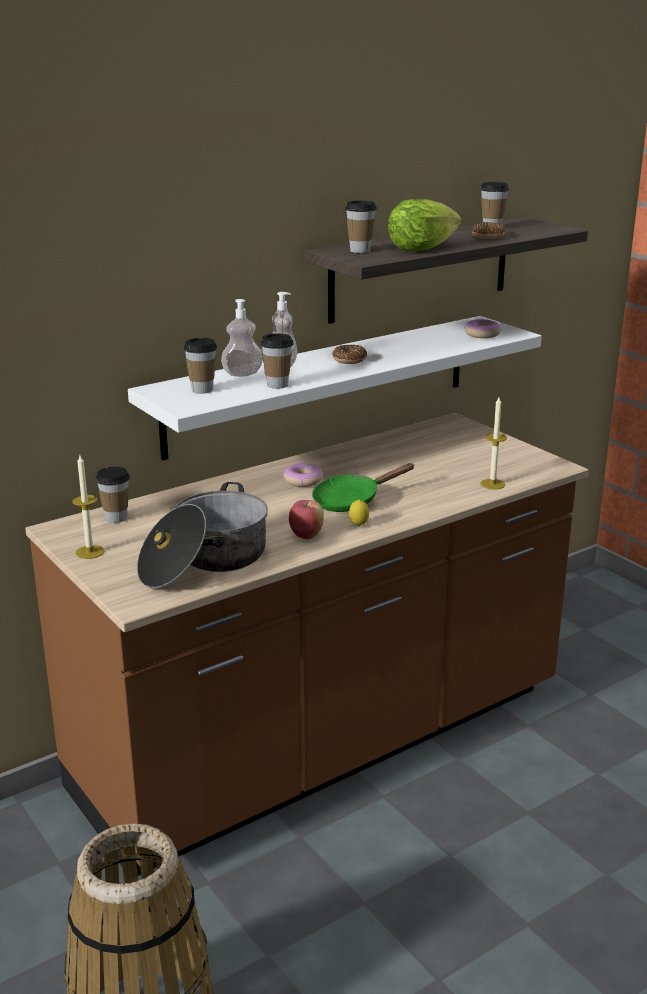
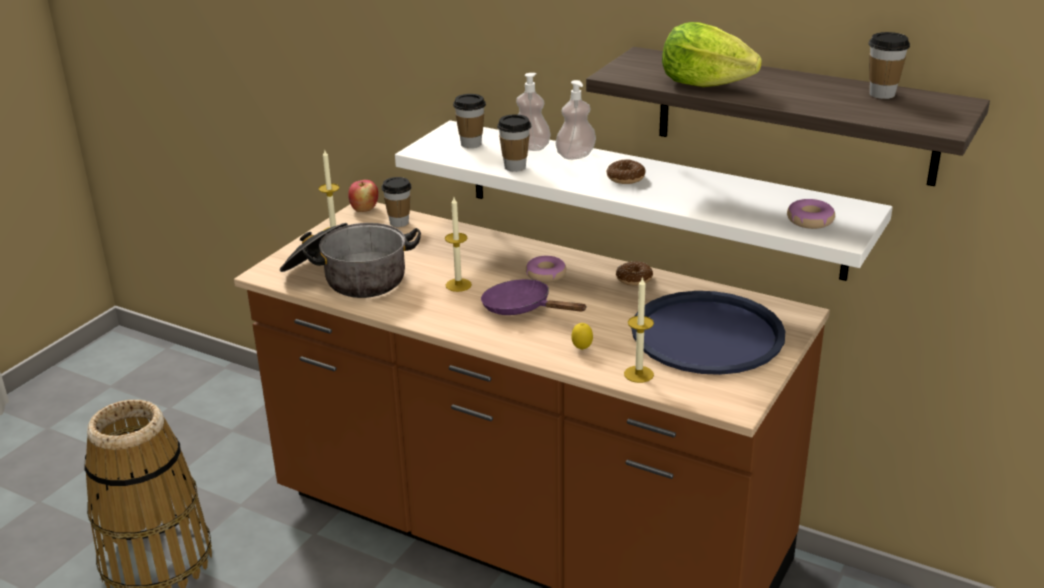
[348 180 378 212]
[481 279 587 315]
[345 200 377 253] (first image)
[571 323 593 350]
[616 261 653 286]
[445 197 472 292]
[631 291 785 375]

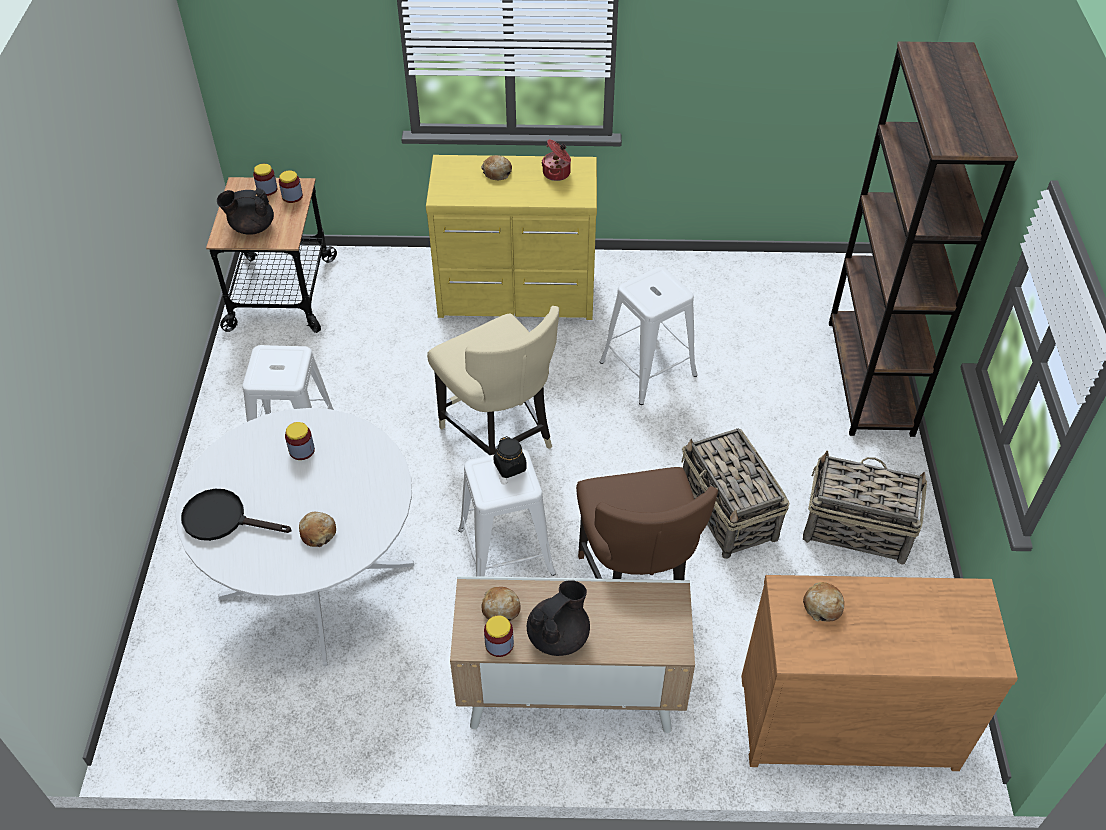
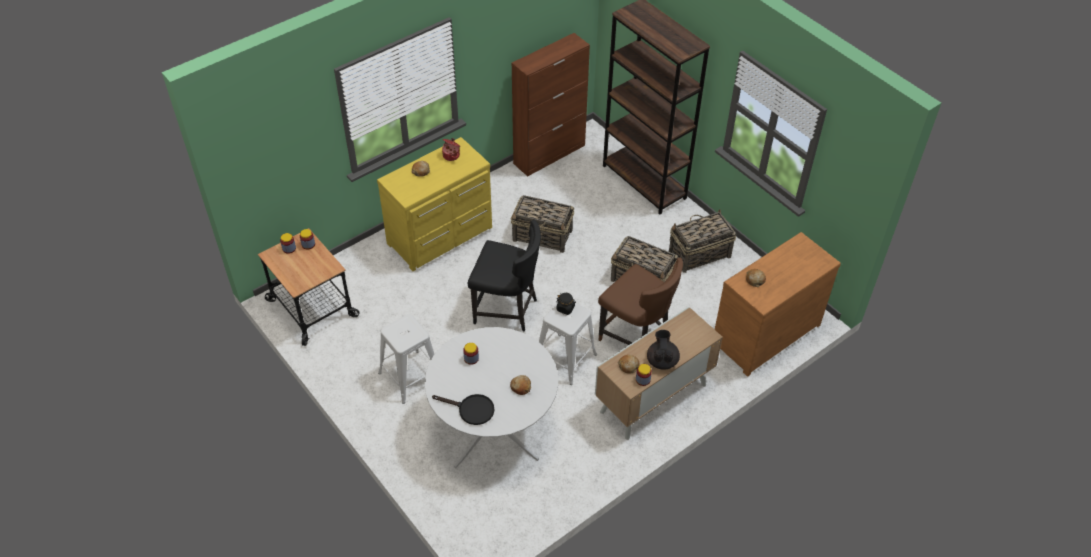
[432 394 494 425]
[217 188 274 235] (first image)
[468 220 541 331]
[511 195 575 253]
[512 33 590 177]

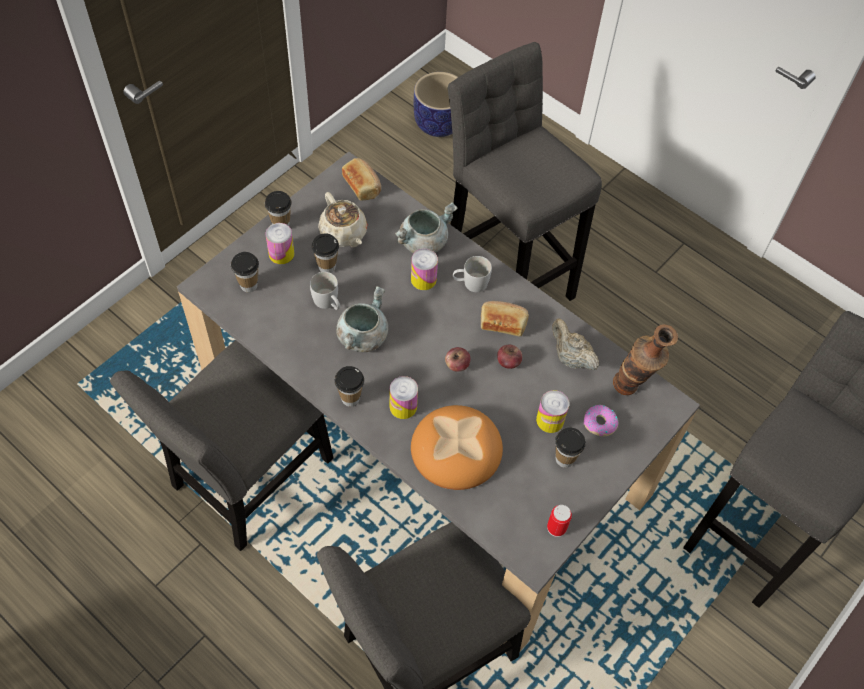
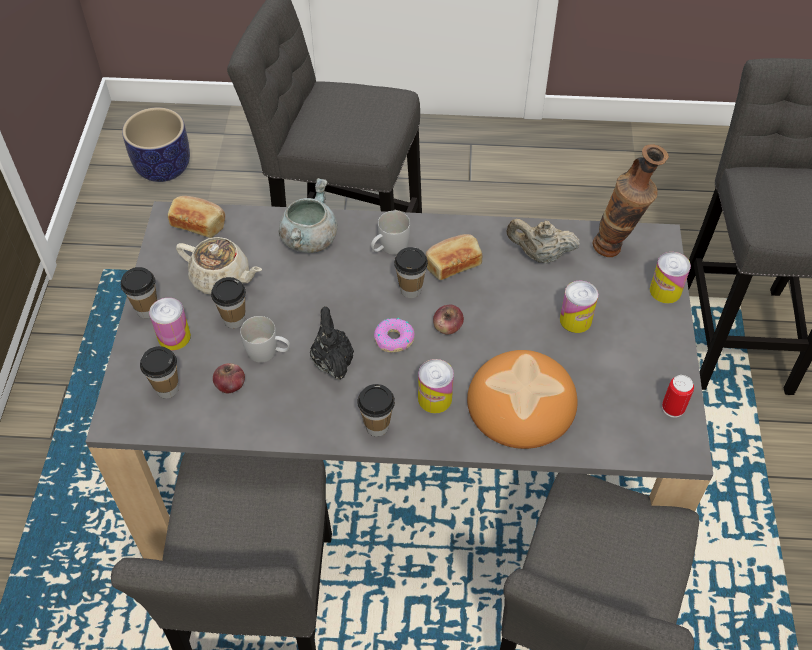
[310 306 354 380]
[650 252 691 304]
[213 363 245 393]
[394 247 428 298]
[374 318 414 352]

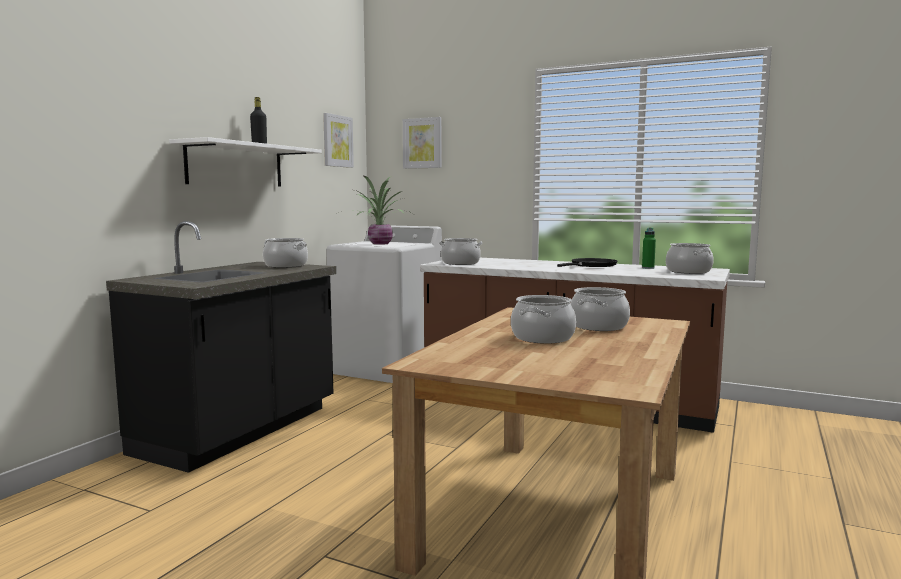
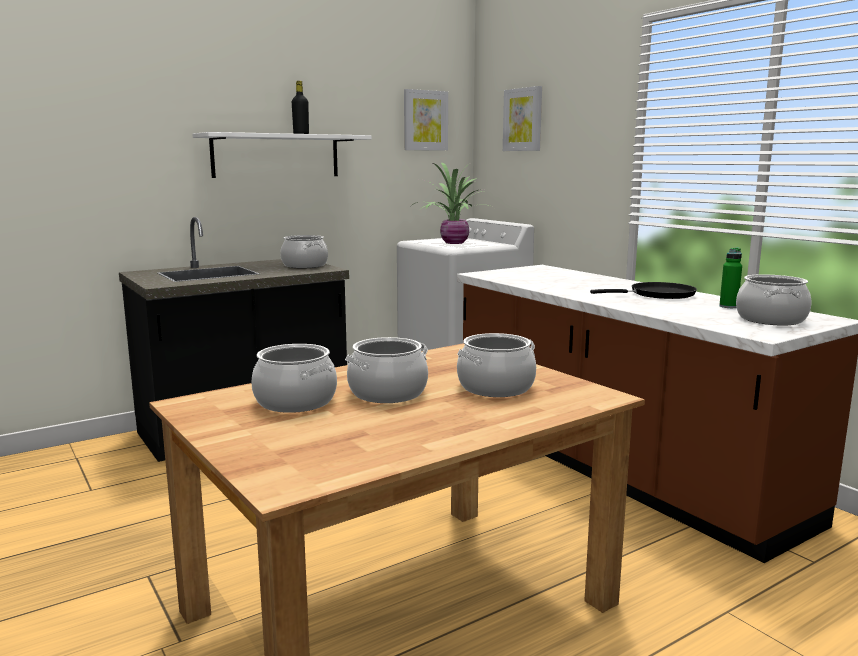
[251 344 337 413]

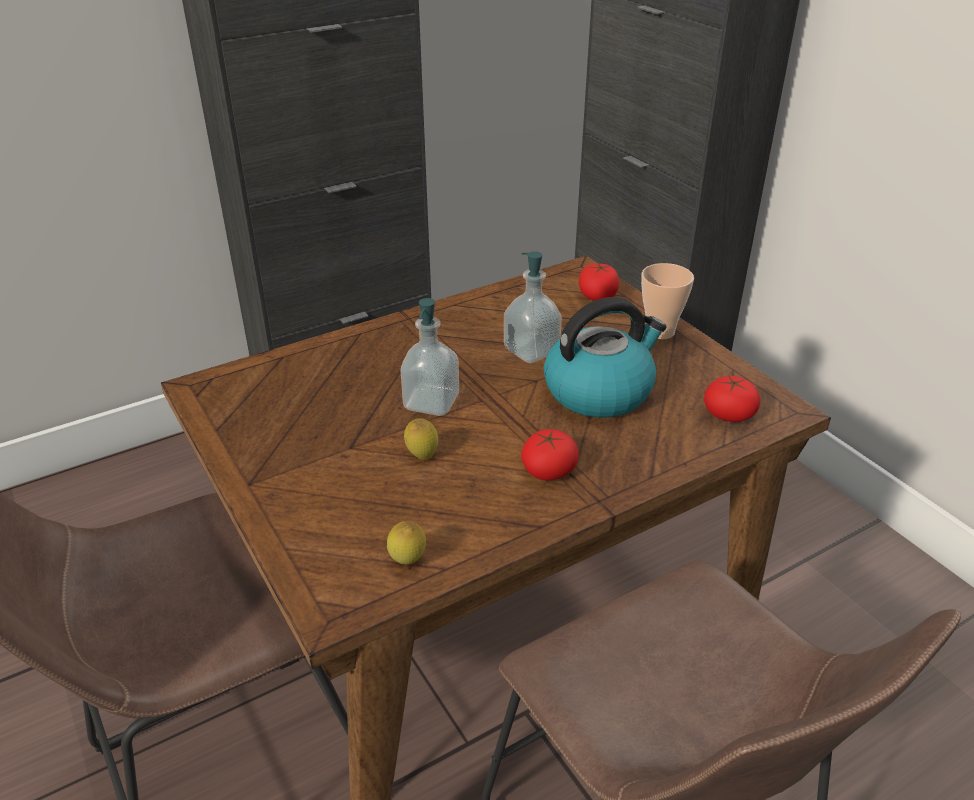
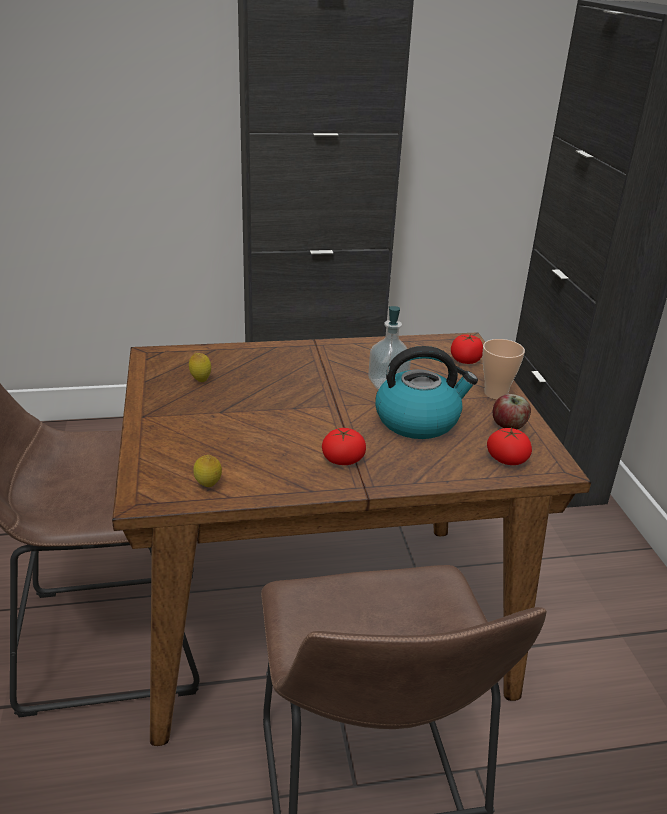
[401 298 459 416] (first image)
[189 353 211 382]
[493 394 531 429]

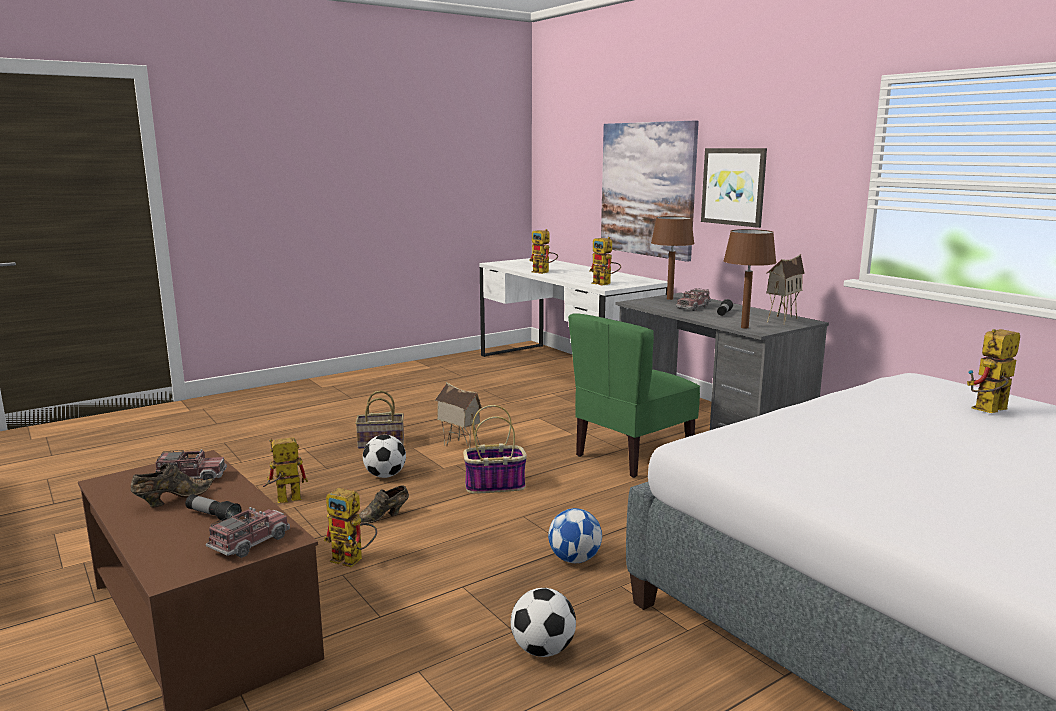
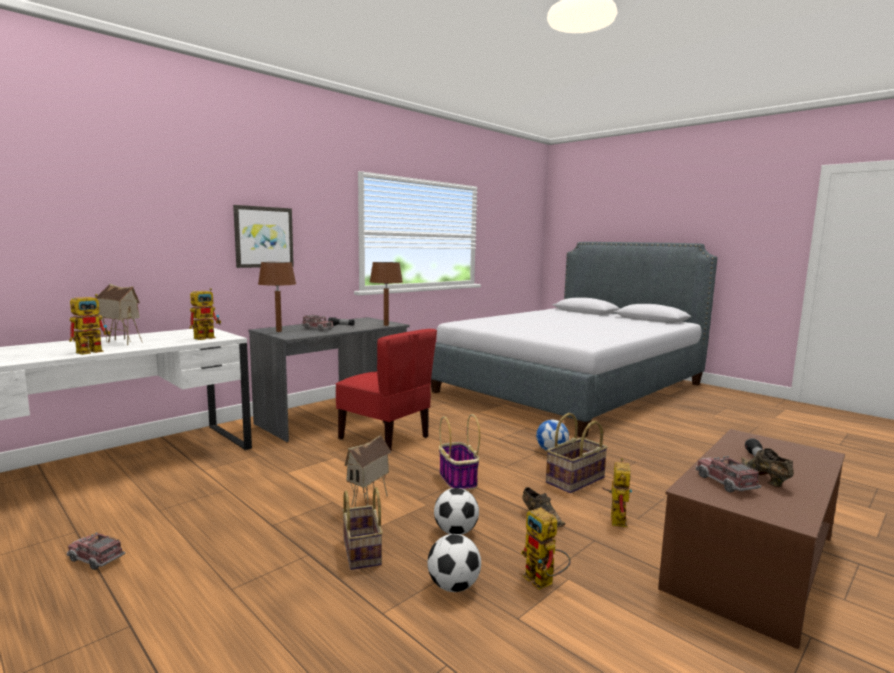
[741 448 794 487]
[67 532 125 570]
[427 534 481 592]
[336 329 437 451]
[601 121 699 262] (first image)
[97 284 143 345]
[967 329 1020 413] (first image)
[546 413 608 493]

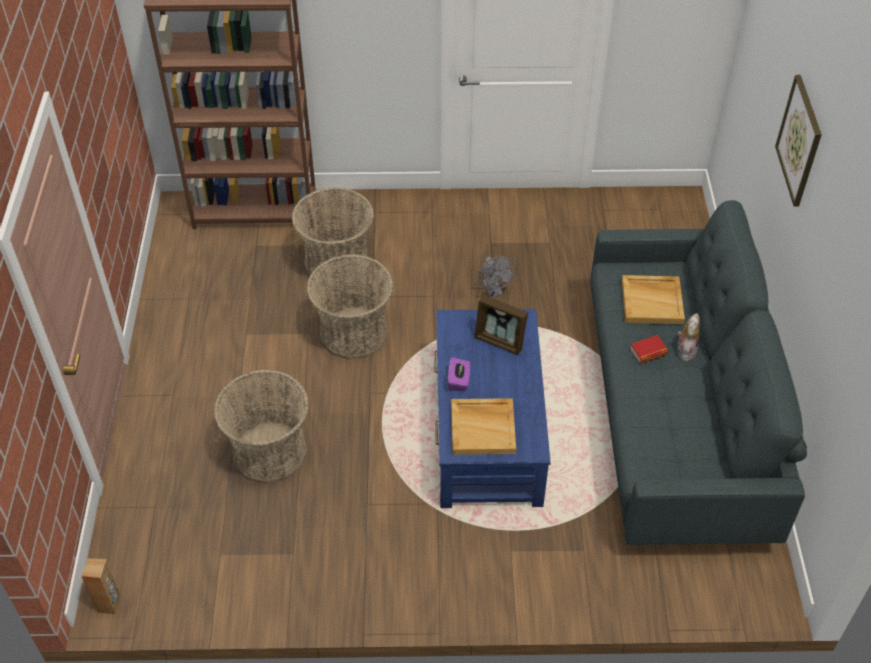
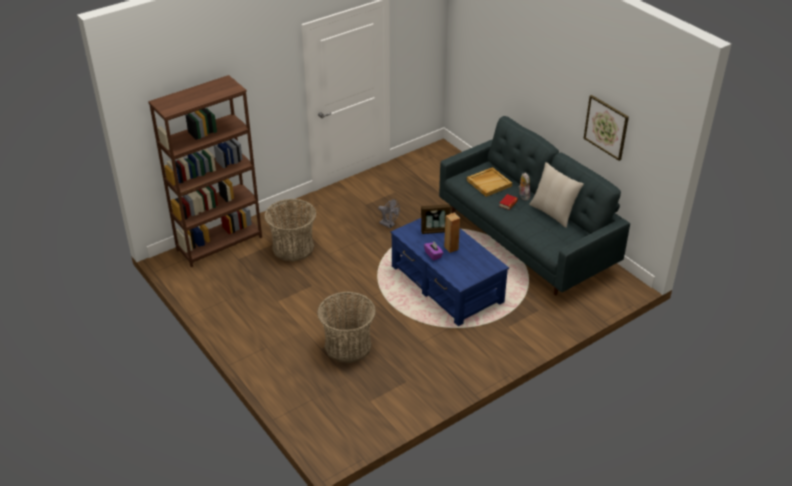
[444 213 460 253]
[306 254 393 360] (first image)
[451 398 516 455] (first image)
[583 95 629 161]
[529 162 584 228]

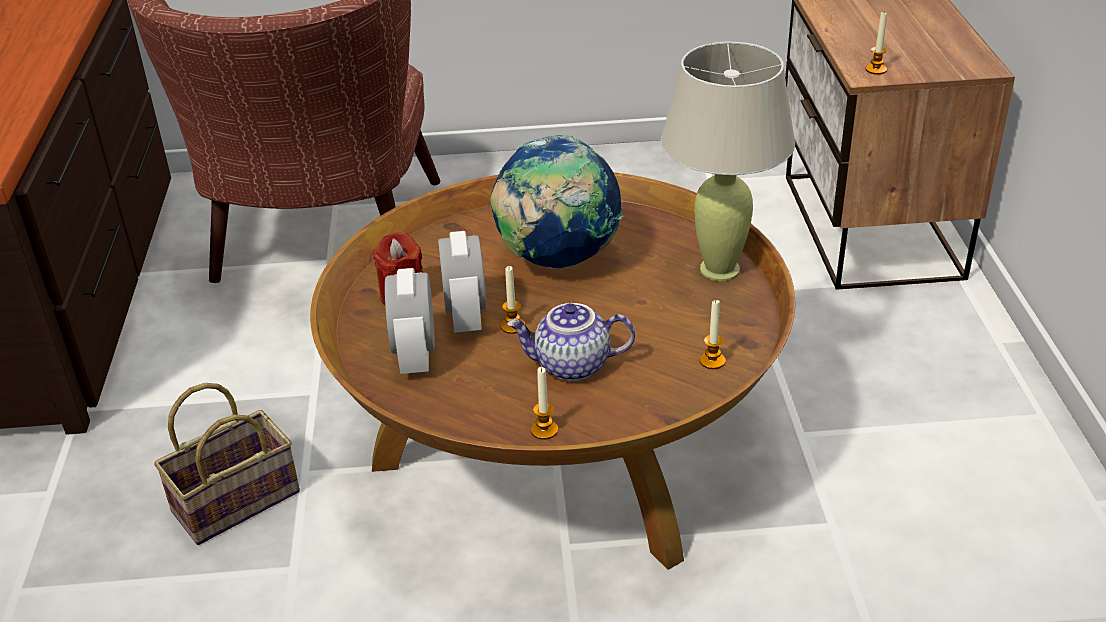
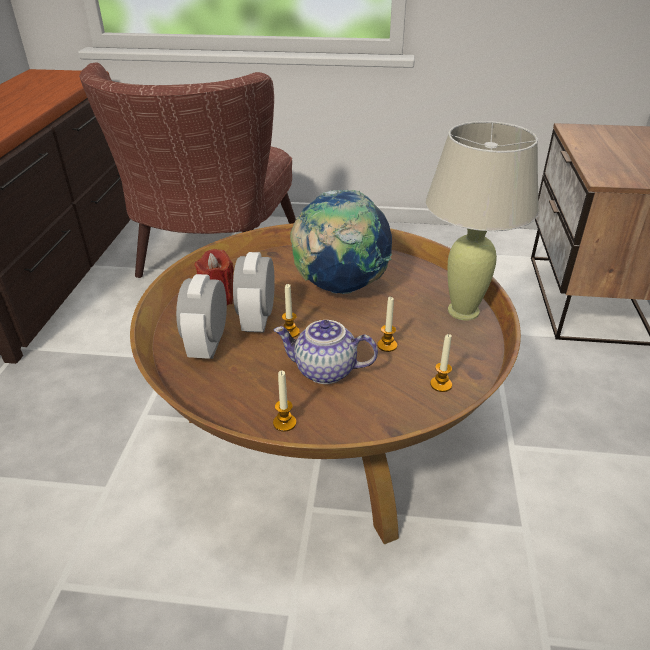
[154 383 300 545] (first image)
[377 297 397 352]

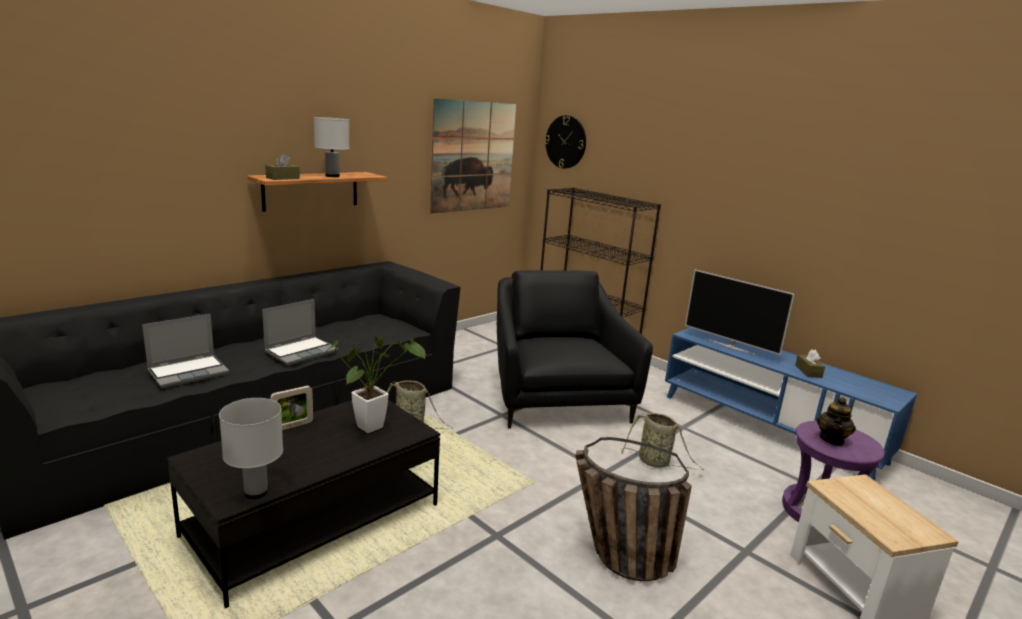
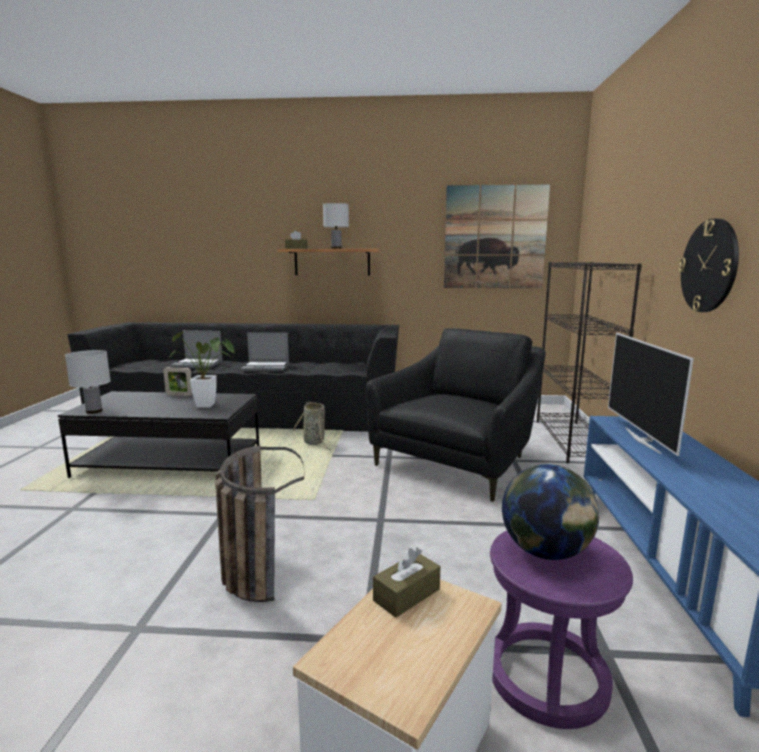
[678 219 739 312]
[621 413 704 470] (first image)
[373 547 440 618]
[502 464 599 560]

